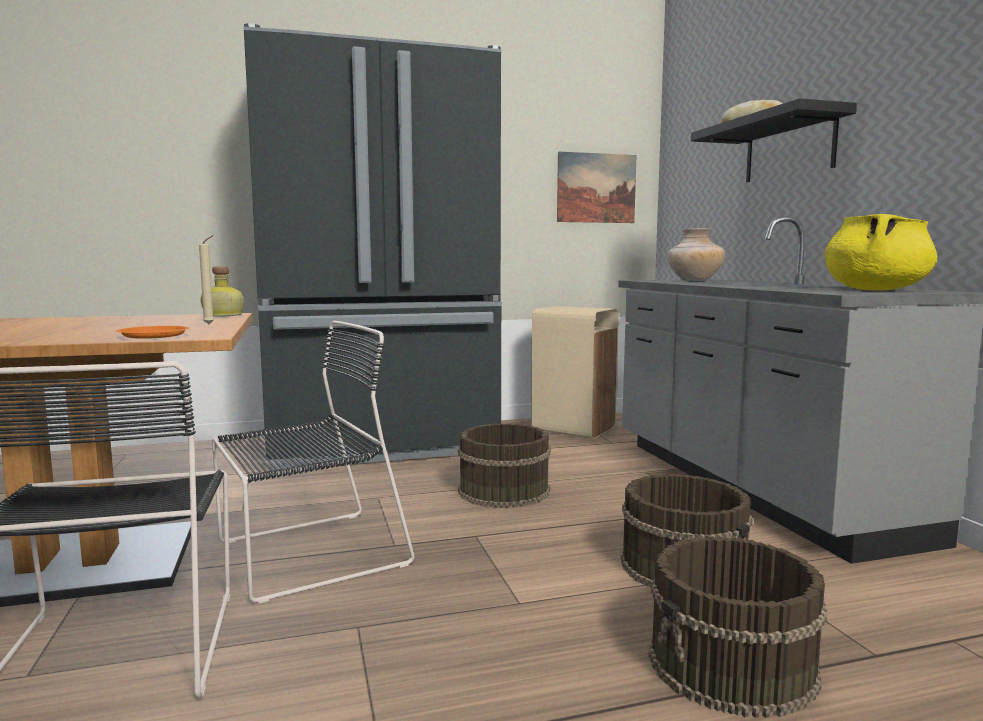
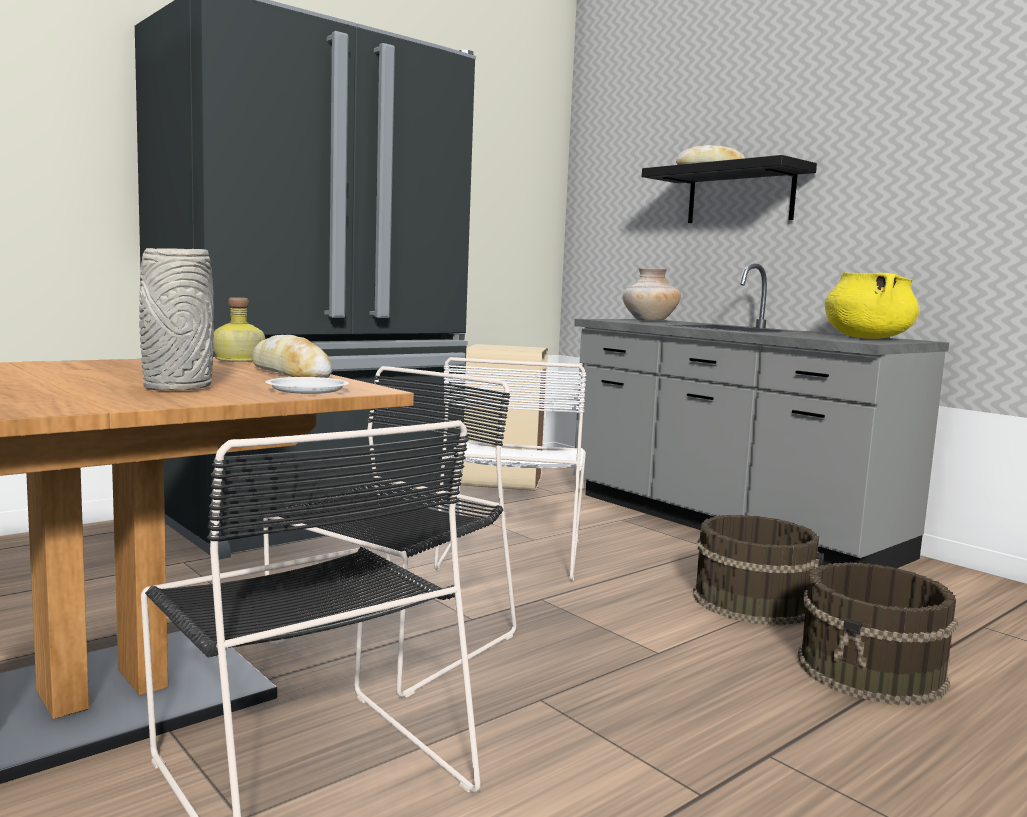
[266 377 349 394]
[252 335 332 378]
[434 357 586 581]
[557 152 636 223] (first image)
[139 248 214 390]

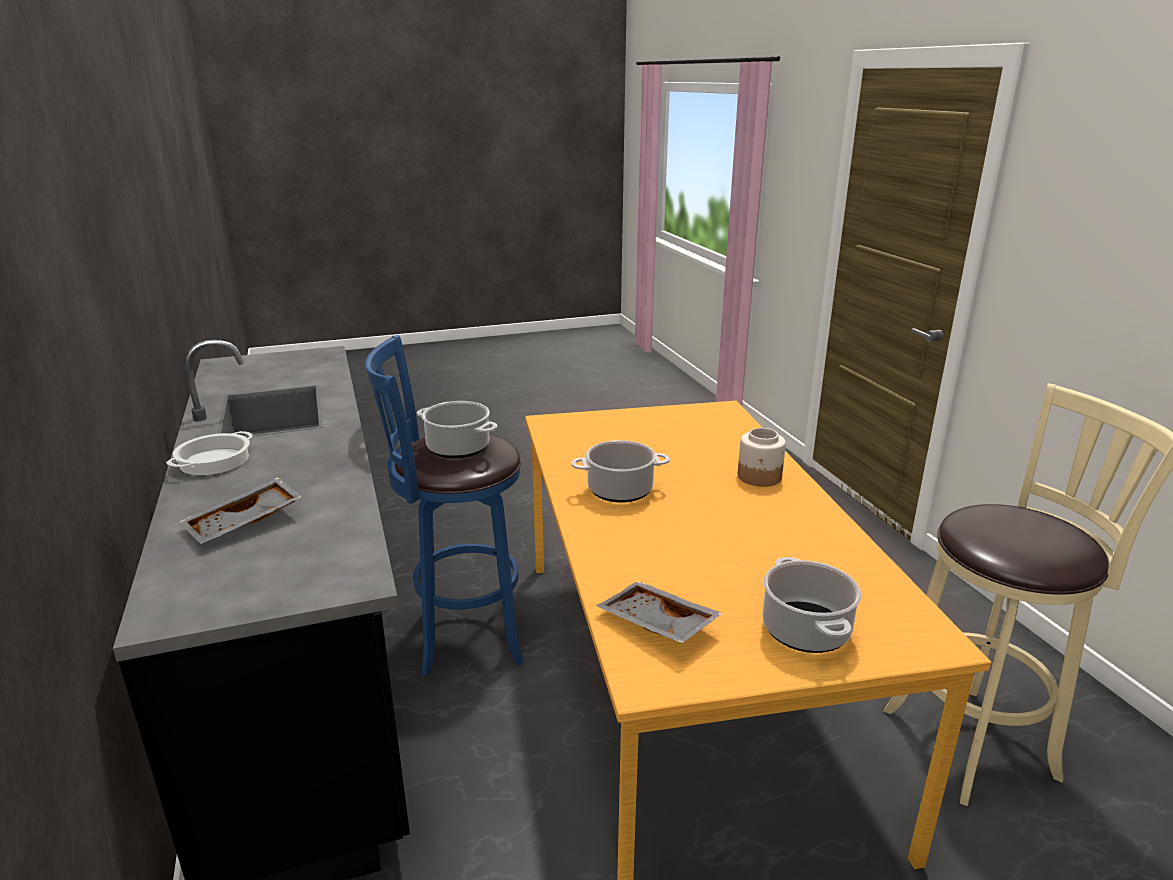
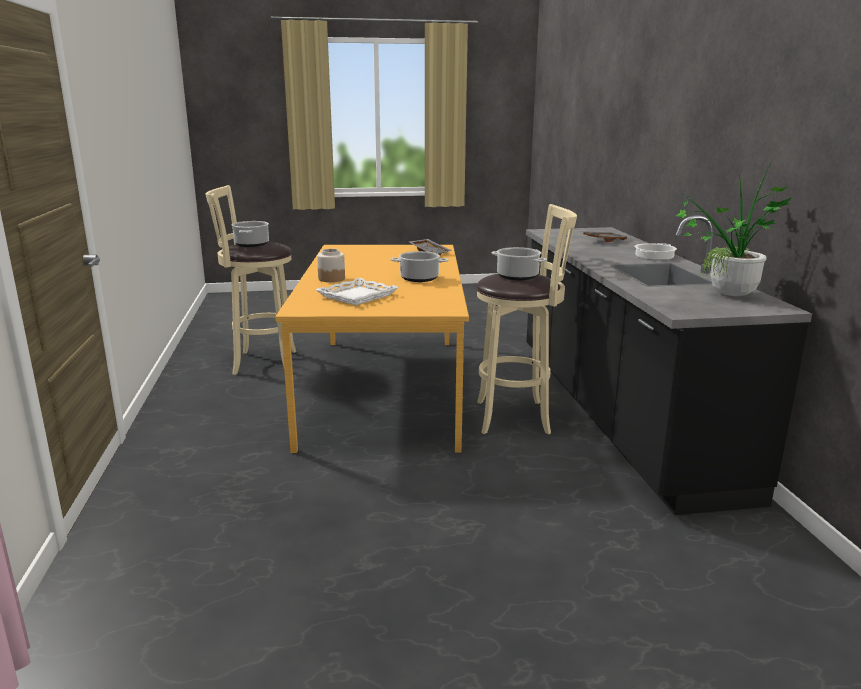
[476 204 577 434]
[232 221 269 247]
[316 278 399 305]
[676 157 792 296]

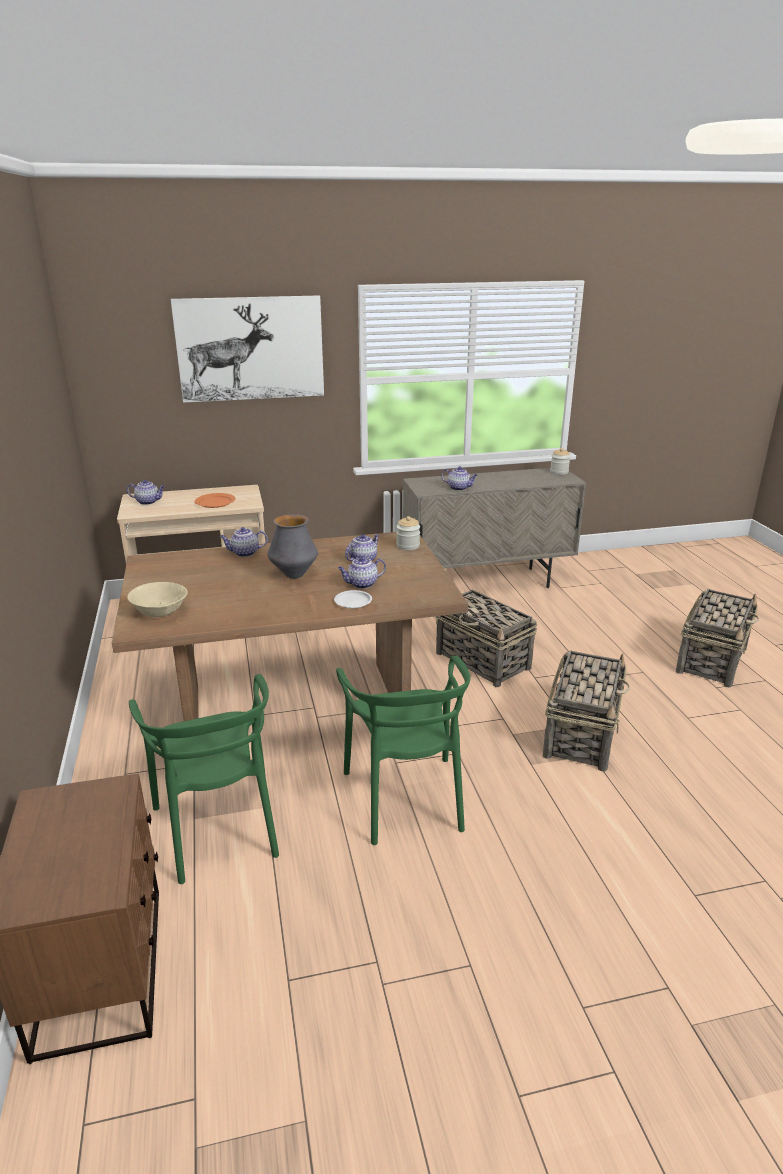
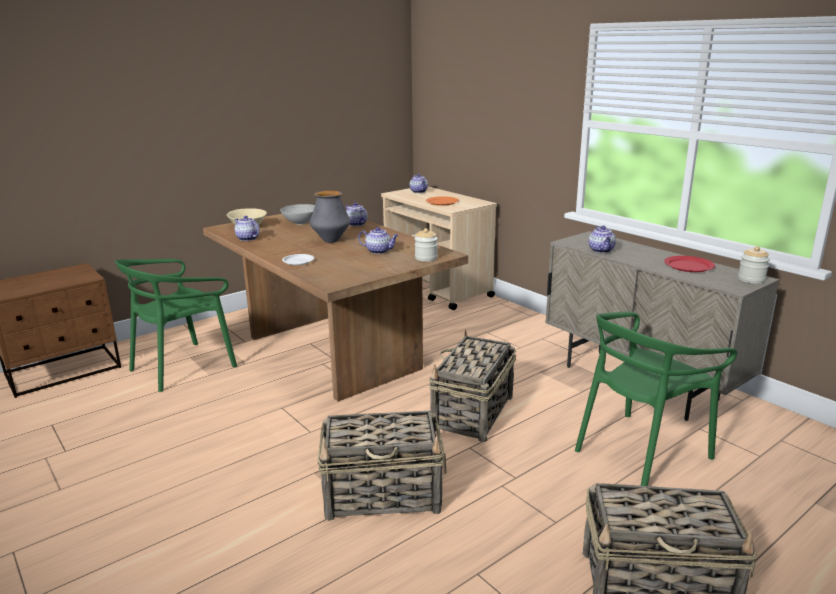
[171 295 324 403] (first image)
[575 312 737 486]
[235 216 260 241]
[280 204 315 224]
[664 256 715 272]

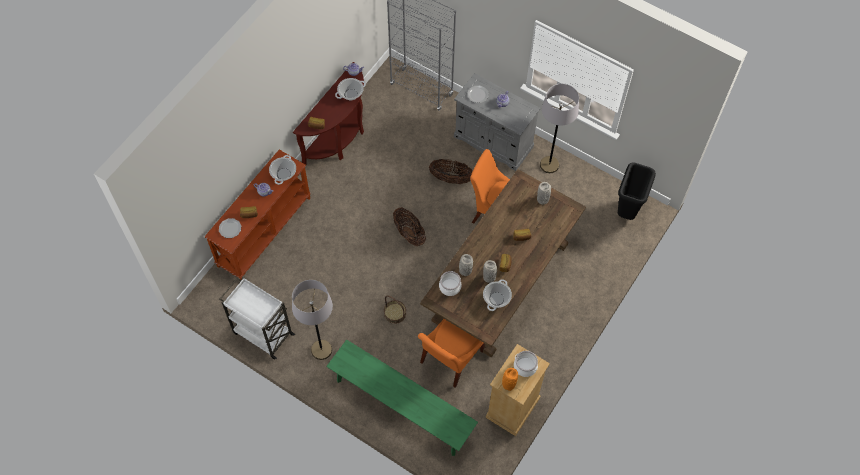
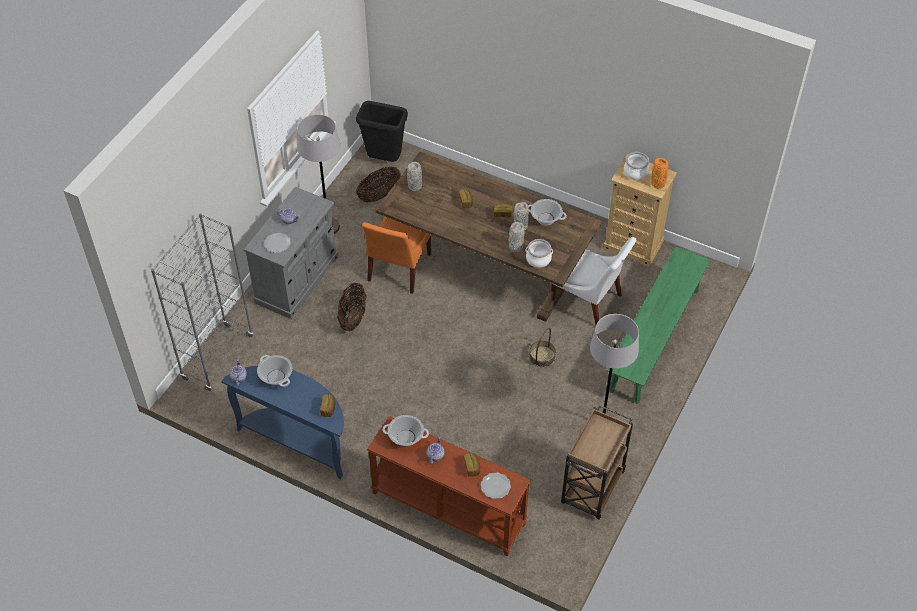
[561 405 633 520]
[221 366 344 479]
[356 166 401 202]
[551 237 636 325]

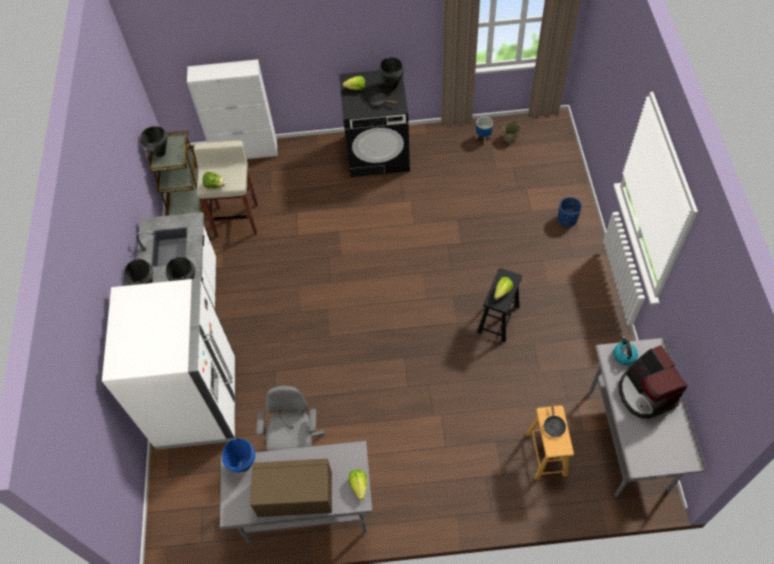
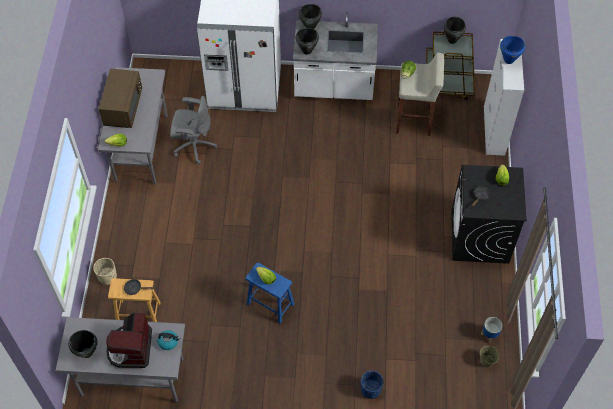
[500 36 525 64]
[68 330 98 358]
[245 262 295 324]
[106 312 152 368]
[93 258 117 285]

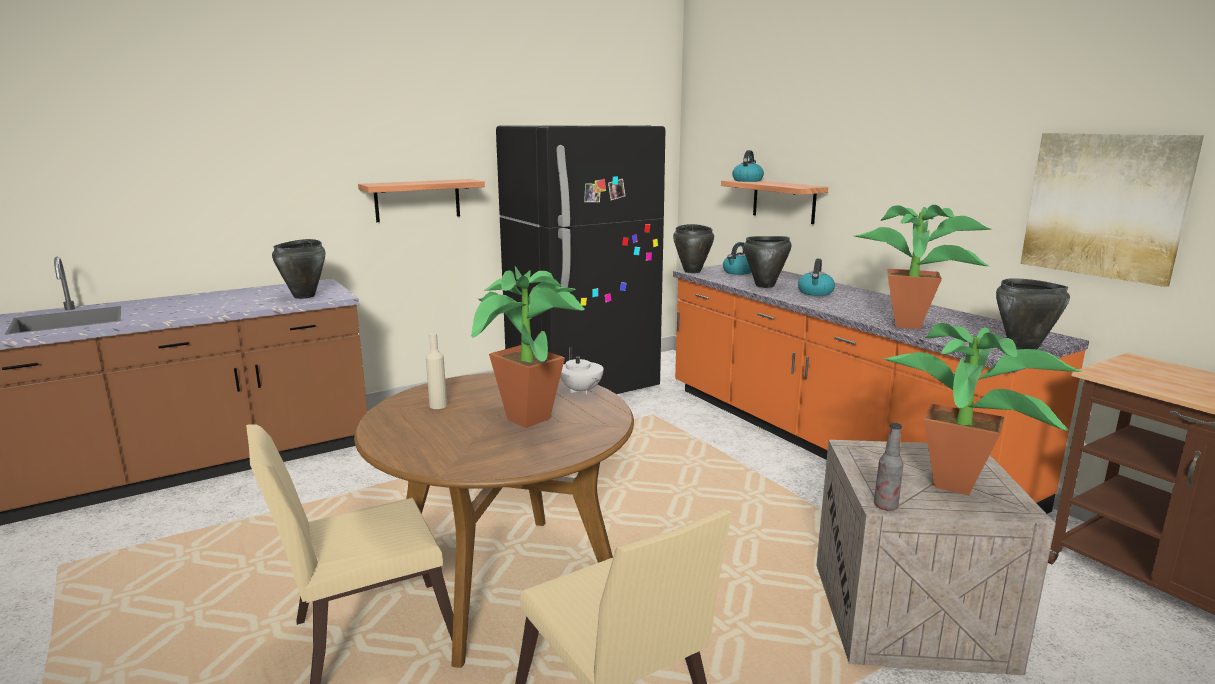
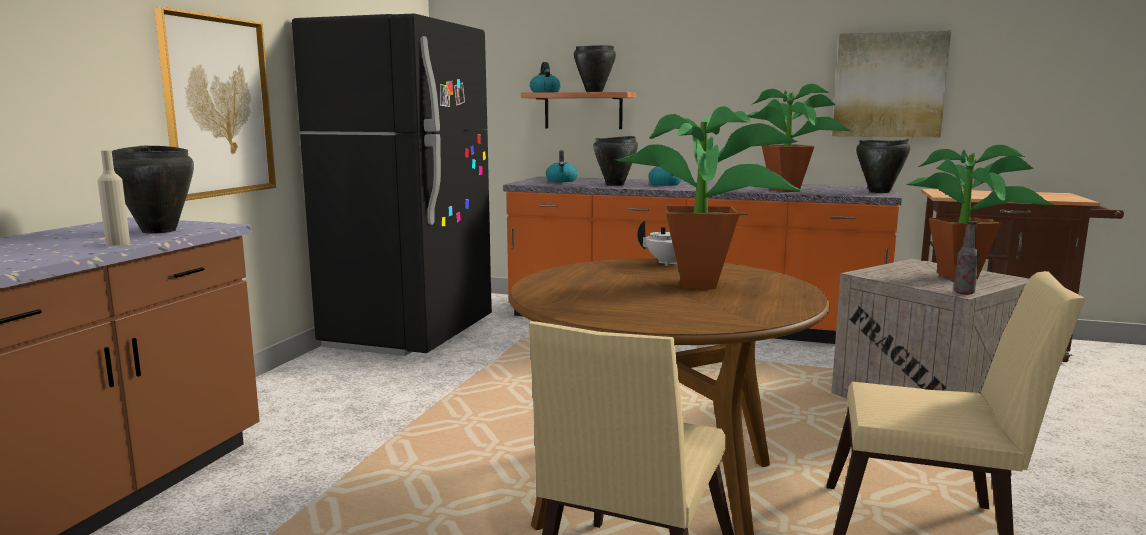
[154 7 276 201]
[97 150 130 246]
[574 45 616 92]

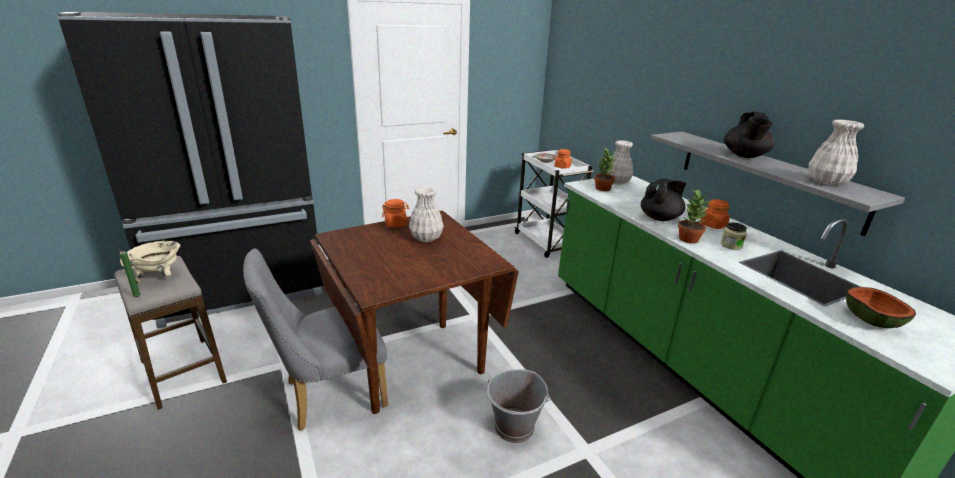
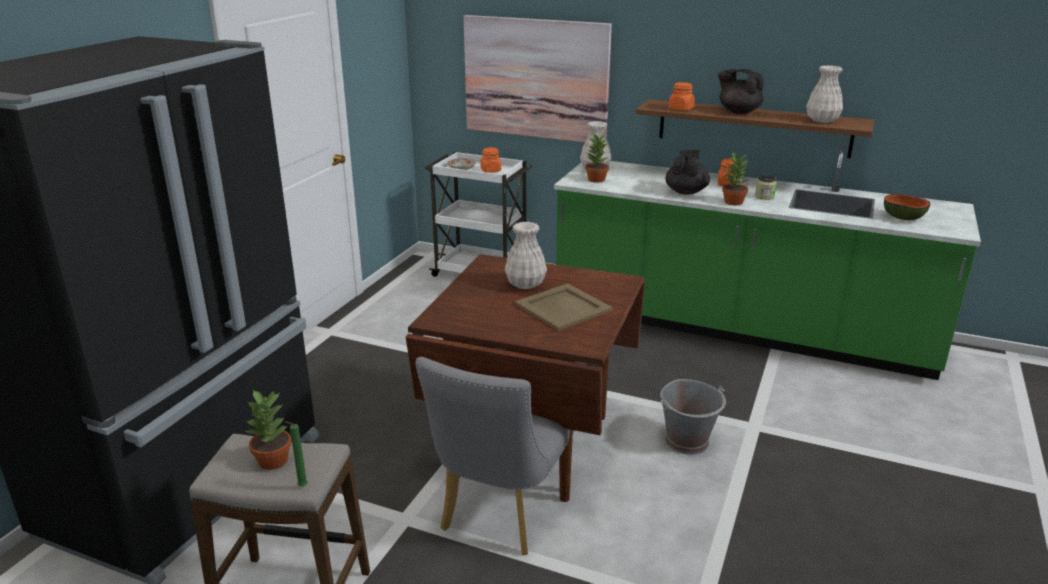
[244 390 291 470]
[669 82 695 111]
[636 99 874 158]
[718 69 764 114]
[464 15 612 142]
[515 284 613 331]

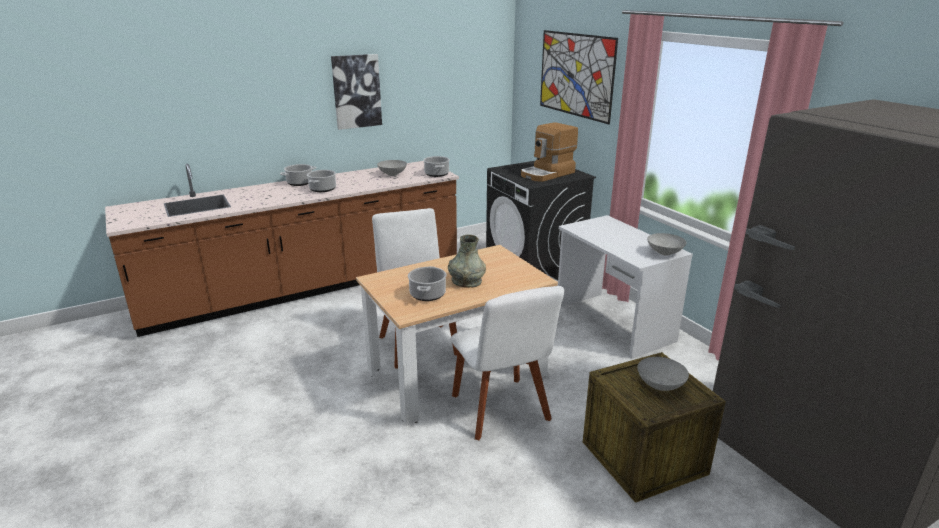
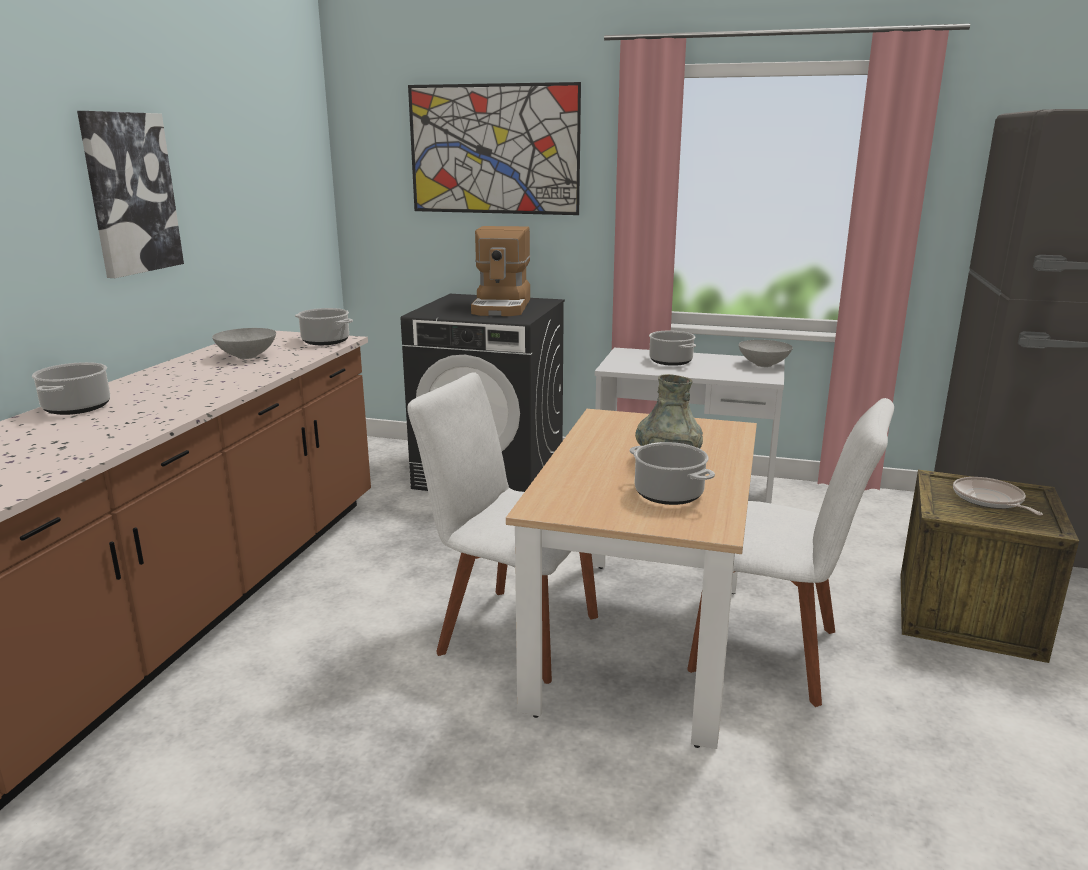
[649 331 696 366]
[953 477 1043 515]

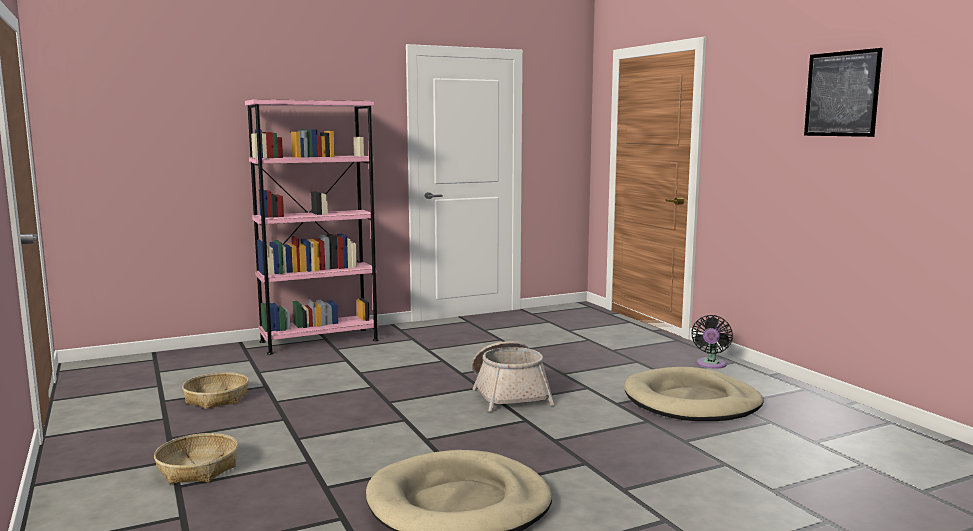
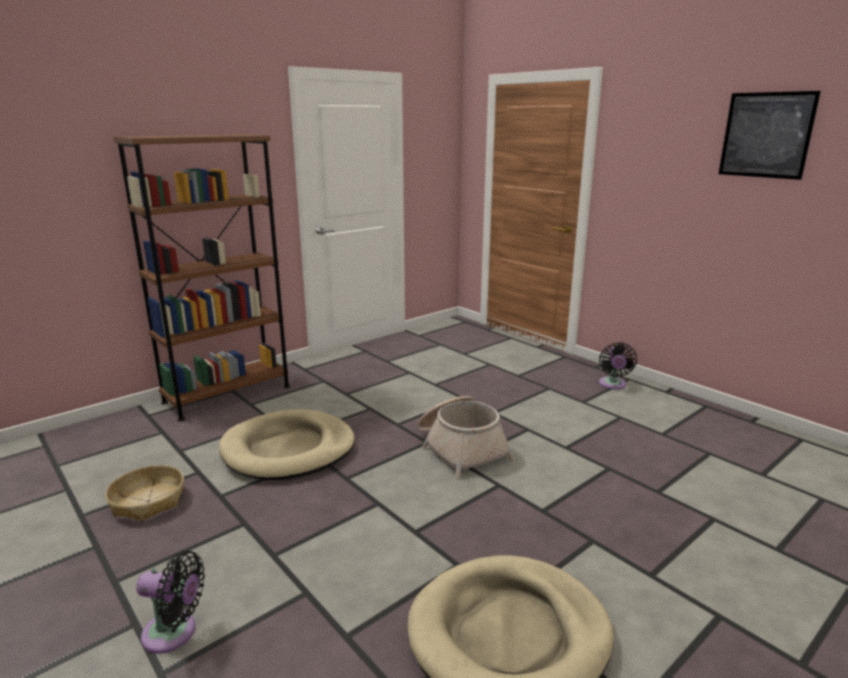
[136 551 205 654]
[113 134 290 421]
[219 409 355 480]

